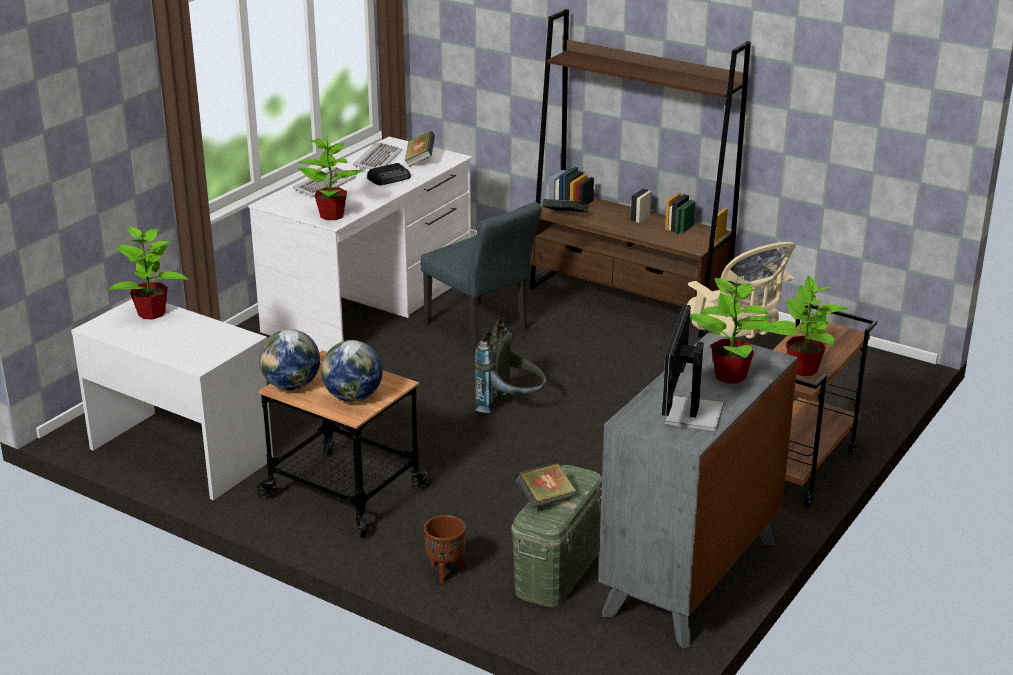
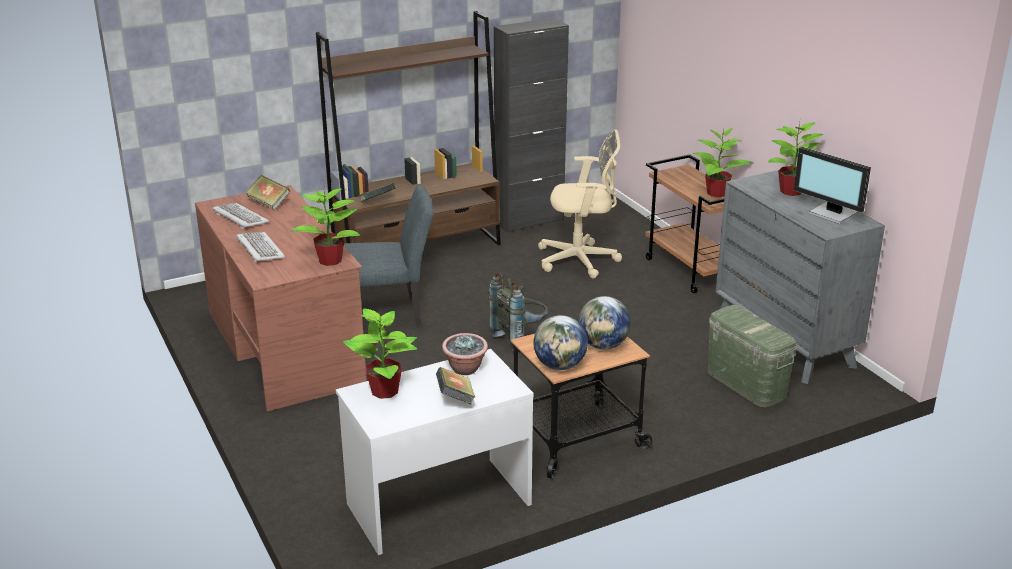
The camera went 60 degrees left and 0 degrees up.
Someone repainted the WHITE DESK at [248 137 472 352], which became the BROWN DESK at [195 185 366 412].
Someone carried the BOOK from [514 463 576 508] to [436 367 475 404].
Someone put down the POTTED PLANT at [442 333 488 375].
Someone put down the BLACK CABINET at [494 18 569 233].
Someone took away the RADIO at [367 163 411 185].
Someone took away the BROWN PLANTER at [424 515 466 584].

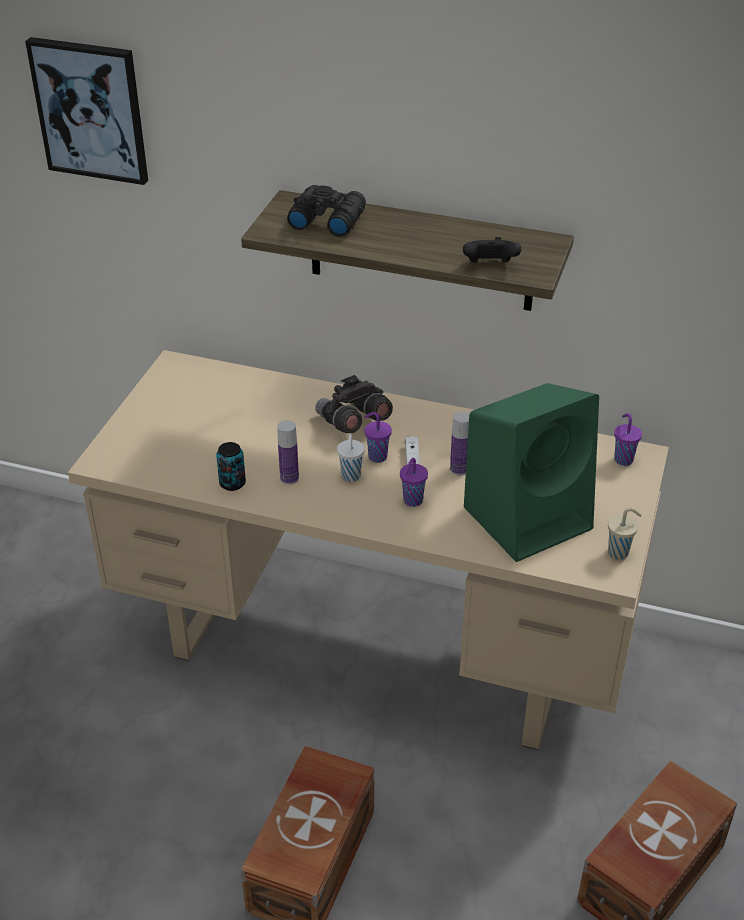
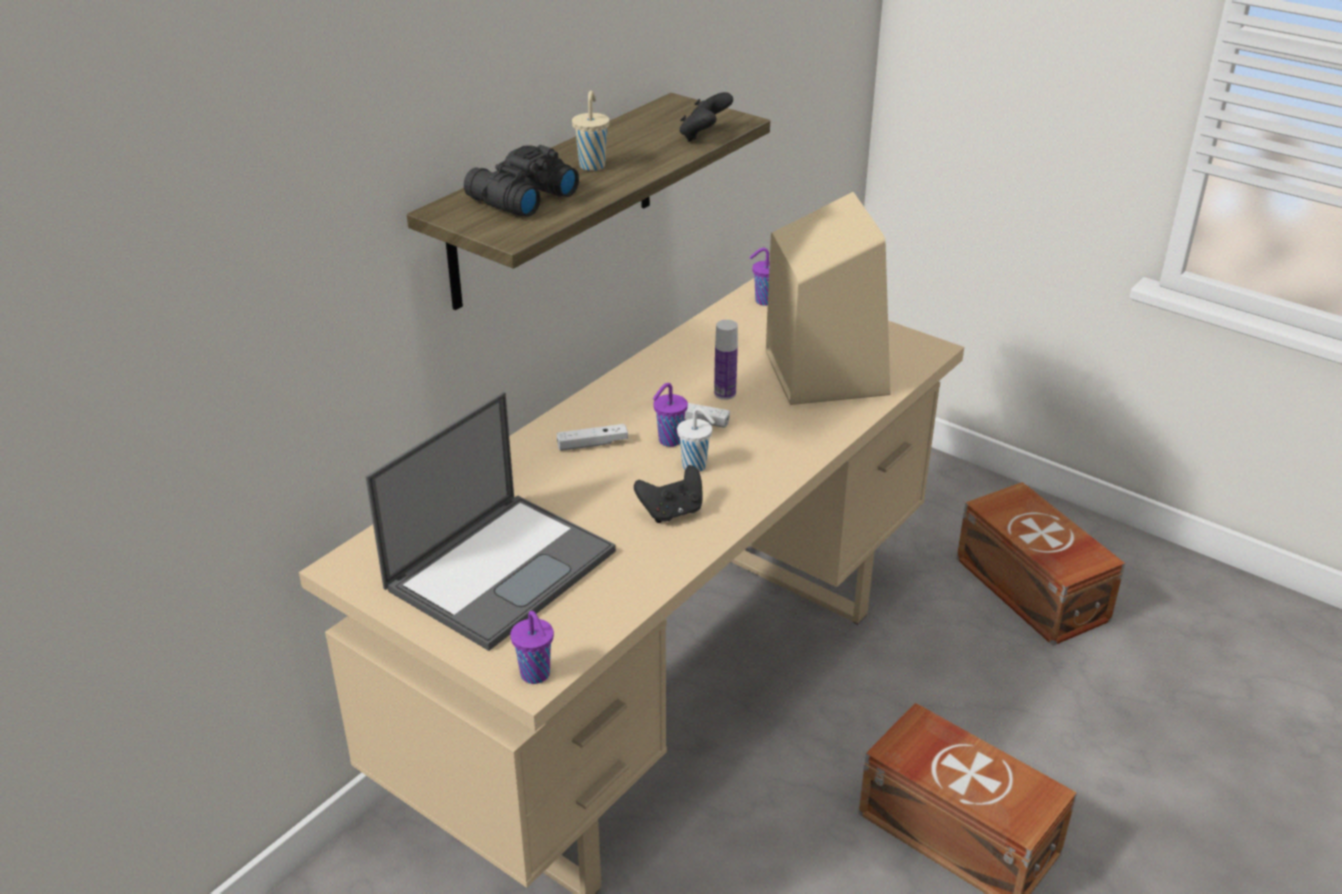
The camera went 70 degrees left and 5 degrees down.
Someone put down the LAPTOP at [365 392 616 651].
Someone carried the PURPLE CUP from [400 458 428 507] to [510 611 554 684].
Someone swapped the GREY BINOCULARS at [315 375 393 433] for the WHITE GAME CONTROLLER at [557 424 628 451].
Someone carried the BEIGE CUP from [608 508 642 560] to [572 91 609 171].
Someone swapped the BOTTLE at [277 420 299 485] for the BLACK GAME CONTROLLER at [634 465 702 523].
Someone repainted the GREEN SPEAKER at [464 383 599 562], which became the BEIGE SPEAKER at [766 192 890 405].
Someone took away the PICTURE at [25 37 148 185].
Someone took away the CAN at [216 442 246 491].

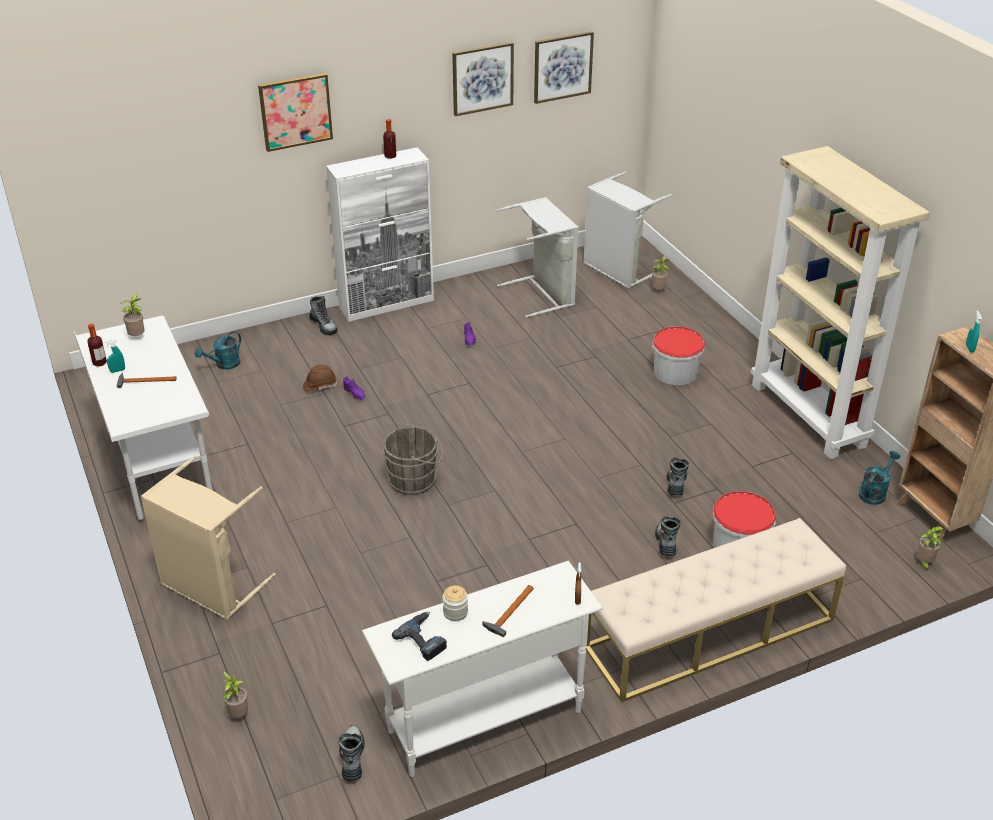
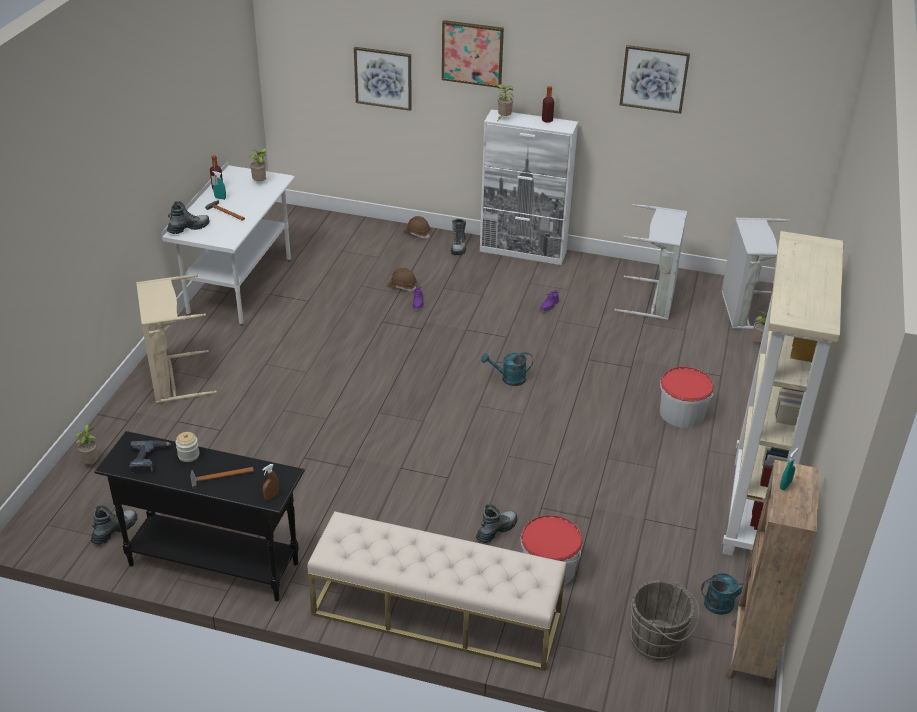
The camera went 40 degrees right and 0 degrees up.
Someone repainted the WHITE CONSOLE TABLE at [362 561 603 777], which became the BLACK CONSOLE TABLE at [94 431 305 601].
Someone carried the BOOT from [667 457 689 495] to [167 201 210 234].
Someone carried the PICTURE from [534 31 594 104] to [354 47 412 111].
Someone put down the BROWN HARD HAT at [404 216 431 239].
Someone carried the TURQUOISE WATERING CAN from [195 331 241 370] to [481 352 533 386].
Someone carried the POTTED PLANT from [917 526 943 571] to [497 84 513 120].
Someone carried the GREY BUCKET from [383 424 443 495] to [630 580 700 661].

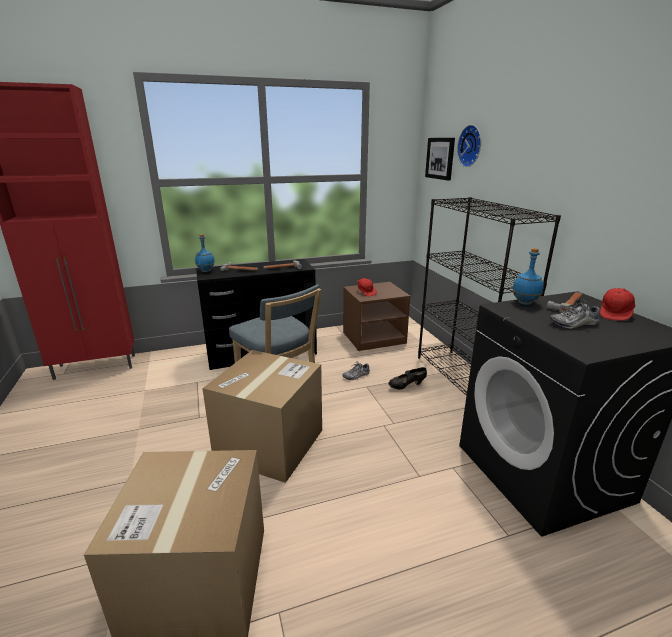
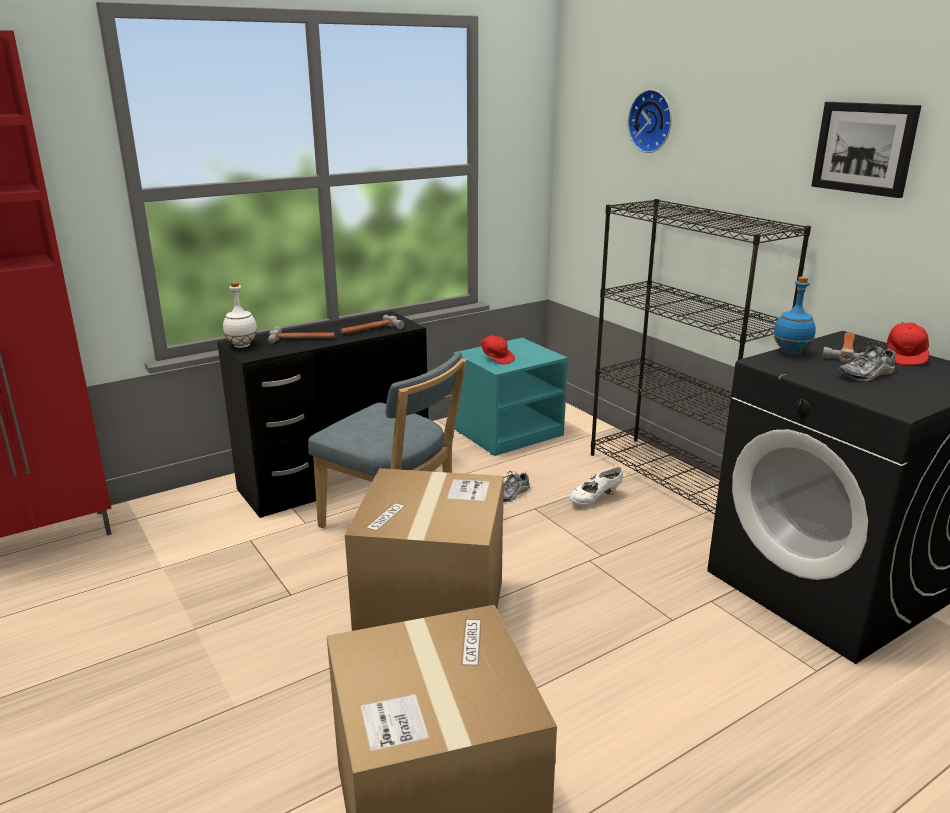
The camera went 15 degrees left and 0 degrees up.
Someone repainted the BLUE BOTTLE at [195 234 215 272], which became the WHITE BOTTLE at [223 282 257 348].
Someone repainted the BROWN NIGHTSTAND at [343 282 410 351], which became the TURQUOISE NIGHTSTAND at [453 338 568 456].
Someone repainted the BLACK SHOE at [389 367 427 389], which became the WHITE SHOE at [569 466 623 505].
Someone carried the PICTURE from [425 138 455 181] to [811 102 921 198].

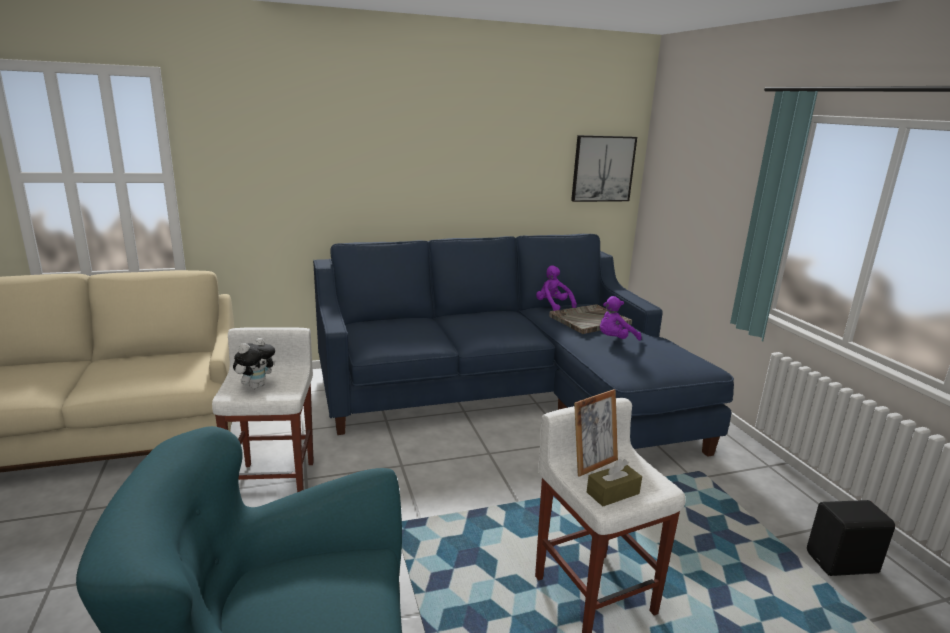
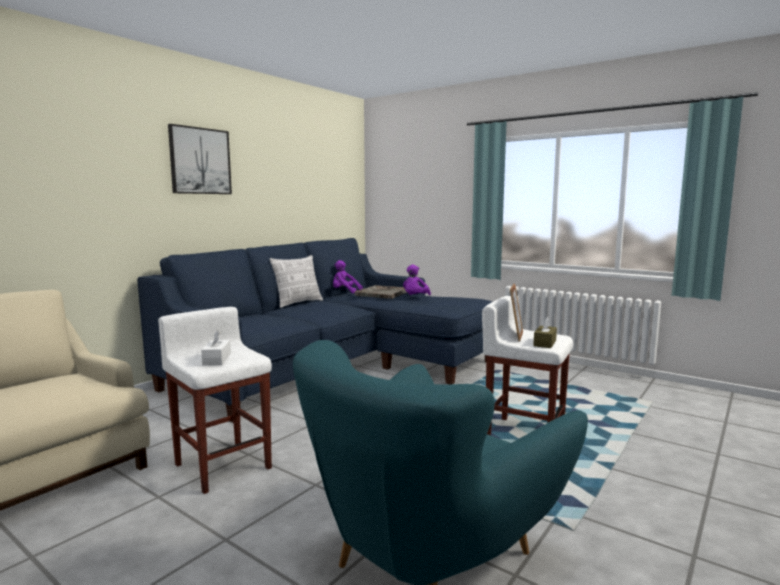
The camera went 35 degrees left and 10 degrees down.
Someone carried the PICTURE from [571 135 637 202] to [168 124 232 194].
Someone swapped the PLUSH TOY at [233 338 276 389] for the WHITE TISSUE BOX at [201 330 231 365].
Someone put down the PILLOW at [270 255 323 308].
Someone took away the BLACK SPEAKER at [807 500 895 576].

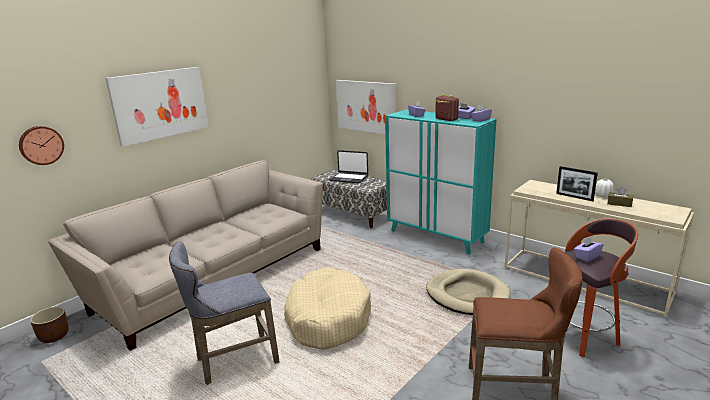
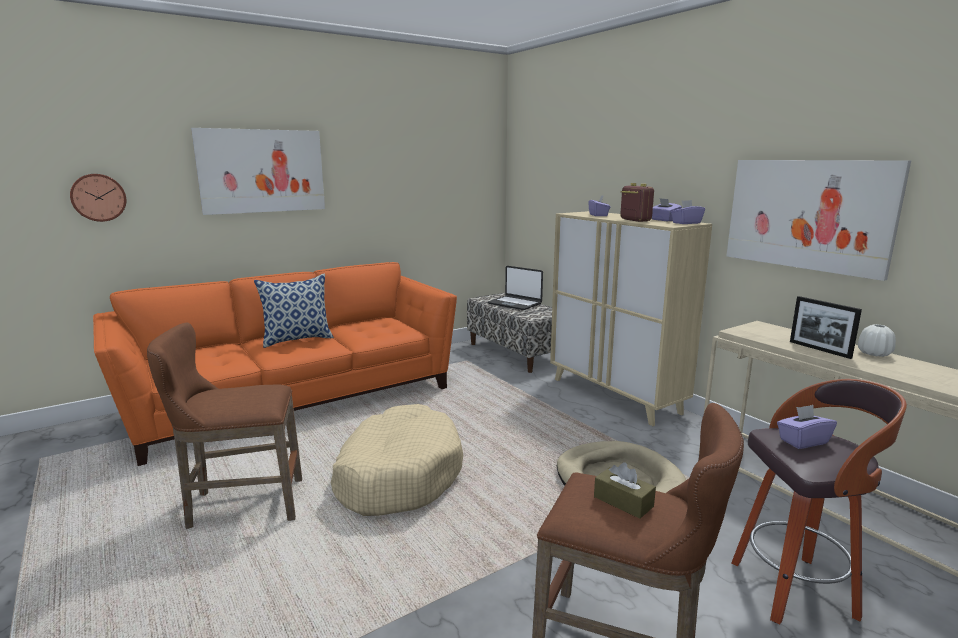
The camera went 15 degrees right and 5 degrees down.
Someone repainted the BEIGE SOFA at [48 160 323 351], which became the ORANGE SOFA at [93 262 457 466].
Someone repainted the GREY STOOL at [169 241 280 385], which became the BROWN STOOL at [147 323 302 529].
Someone put down the PILLOW at [254 273 334 348].
Someone repainted the TURQUOISE CABINET at [385 110 496 254], which became the BEIGE CABINET at [550 211 712 426].
Someone carried the BROWN TISSUE BOX from [607 187 633 207] to [594 462 656 519].
Someone carried the PICTURE from [336 80 396 134] to [726 160 911 281].
Someone took away the BROWN PLANTER at [30 307 69 343].

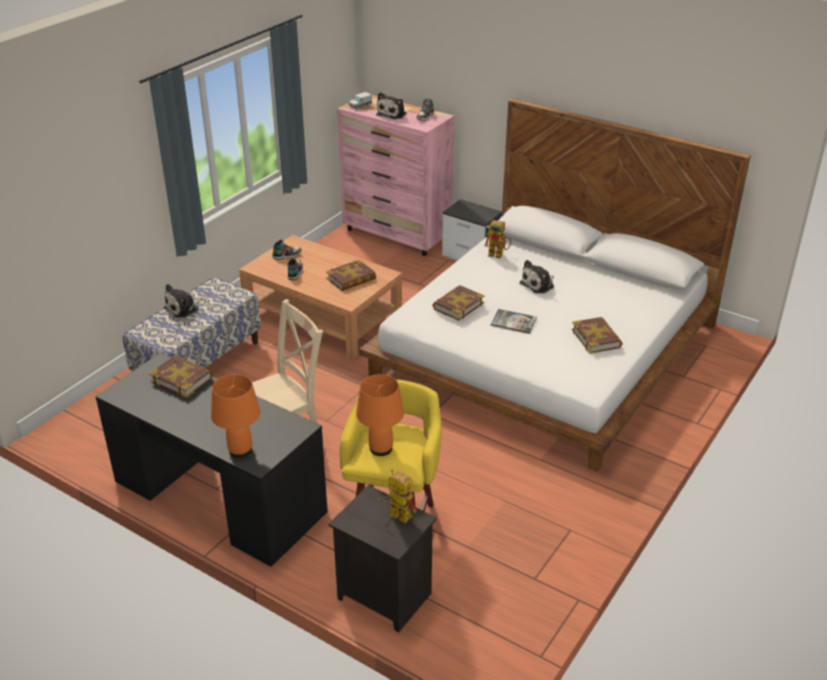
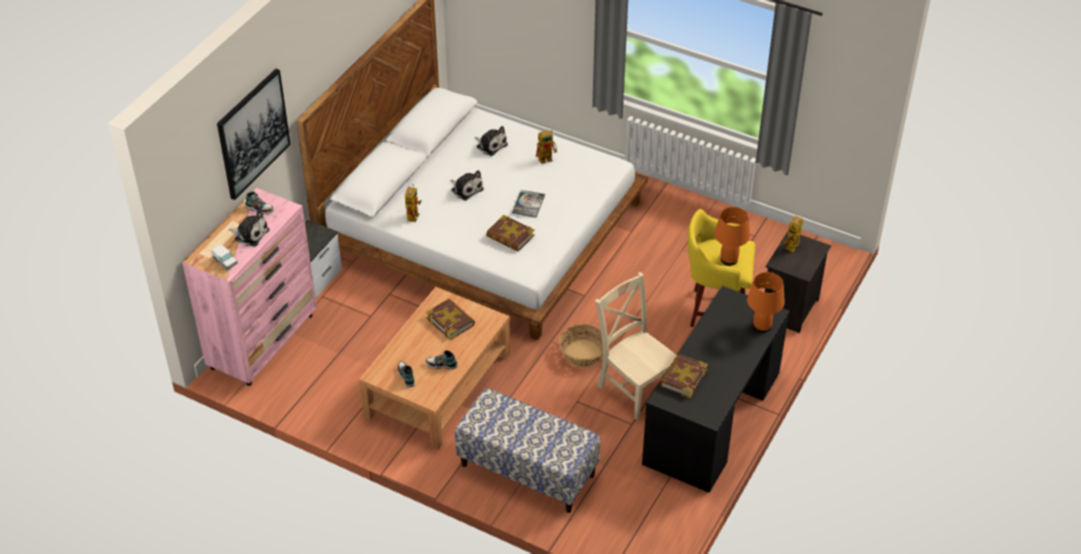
The camera went 95 degrees left and 10 degrees up.
Someone put up the PICTURE at [217 69 291 200].
Someone carried the PLUSH TOY from [164 284 202 318] to [474 126 508 156].
Someone swapped the BOOK at [572 317 622 354] for the TOY ROBOT at [536 130 557 164].
Someone put down the BASKET at [559 324 603 367].

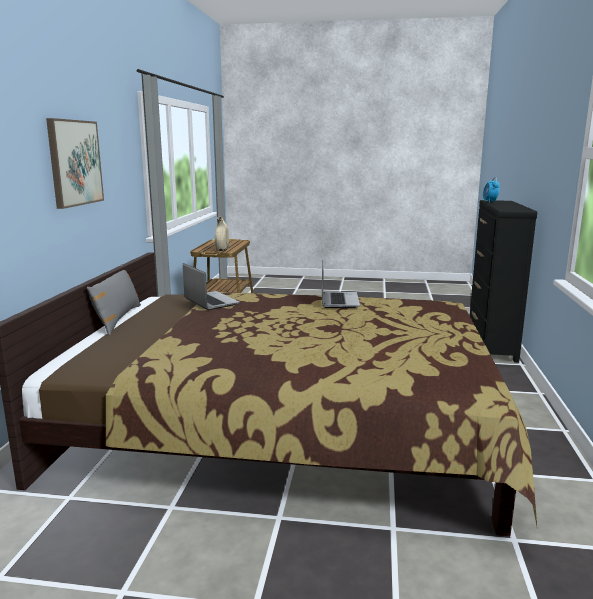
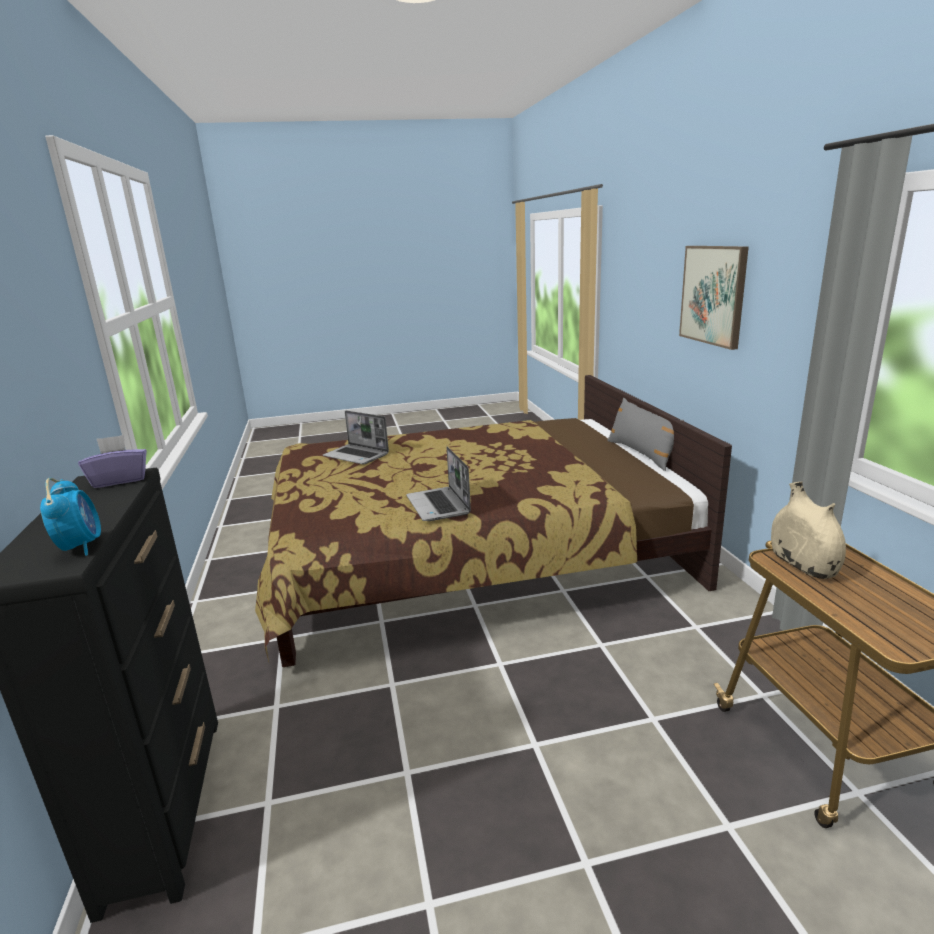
The camera went 160 degrees right and 5 degrees up.
Someone put down the PURPLE TISSUE BOX at [78 435 147 488].
Someone carried the LAPTOP from [183 263 240 310] to [323 410 389 464].

